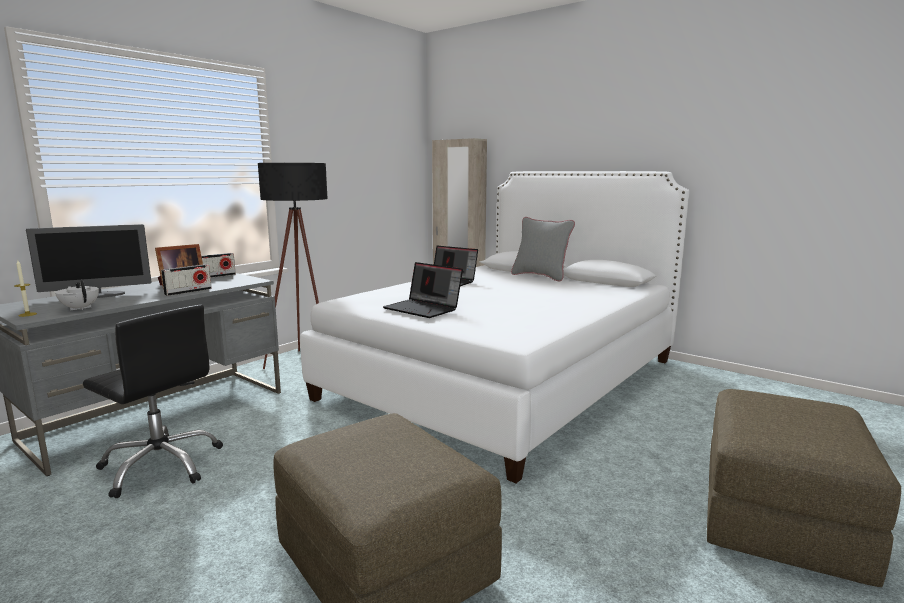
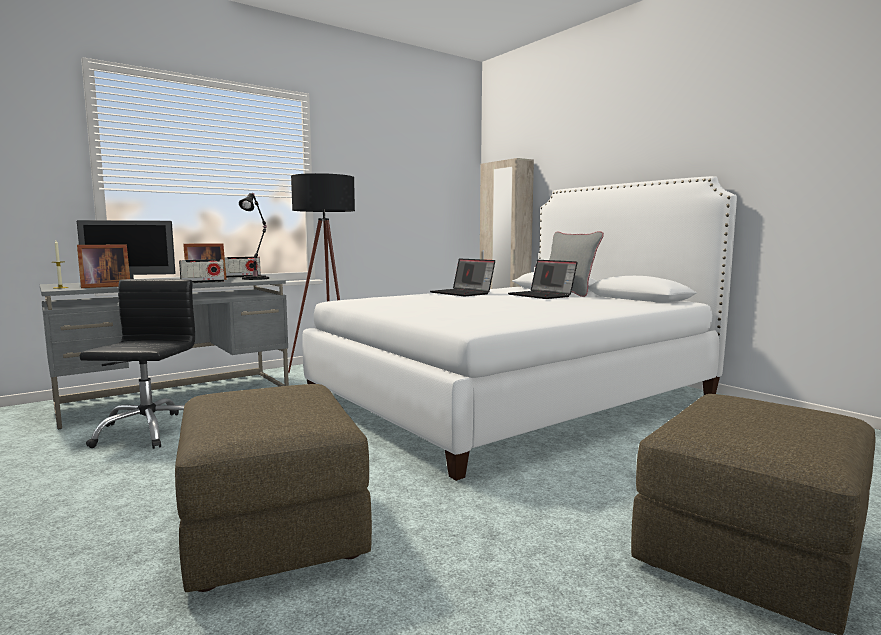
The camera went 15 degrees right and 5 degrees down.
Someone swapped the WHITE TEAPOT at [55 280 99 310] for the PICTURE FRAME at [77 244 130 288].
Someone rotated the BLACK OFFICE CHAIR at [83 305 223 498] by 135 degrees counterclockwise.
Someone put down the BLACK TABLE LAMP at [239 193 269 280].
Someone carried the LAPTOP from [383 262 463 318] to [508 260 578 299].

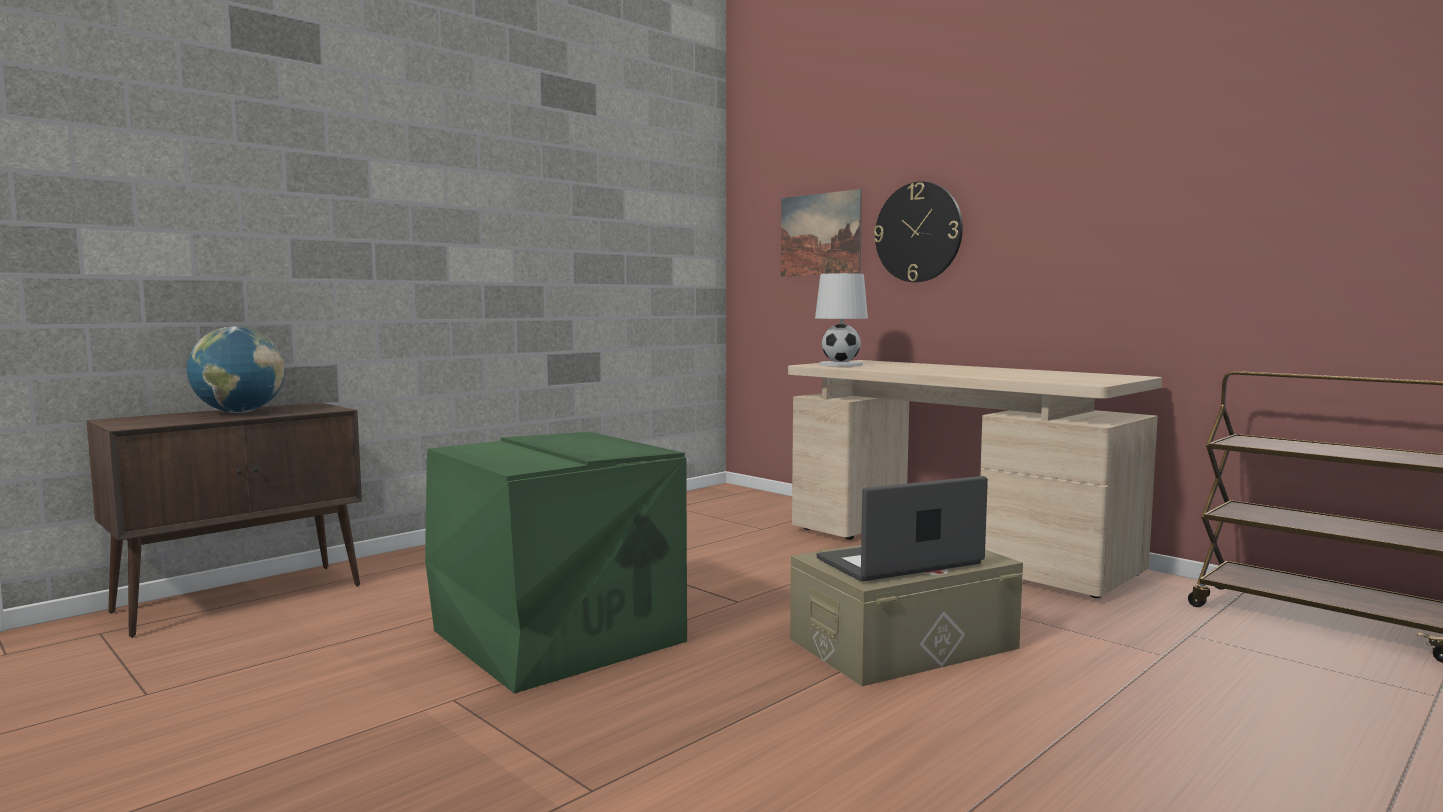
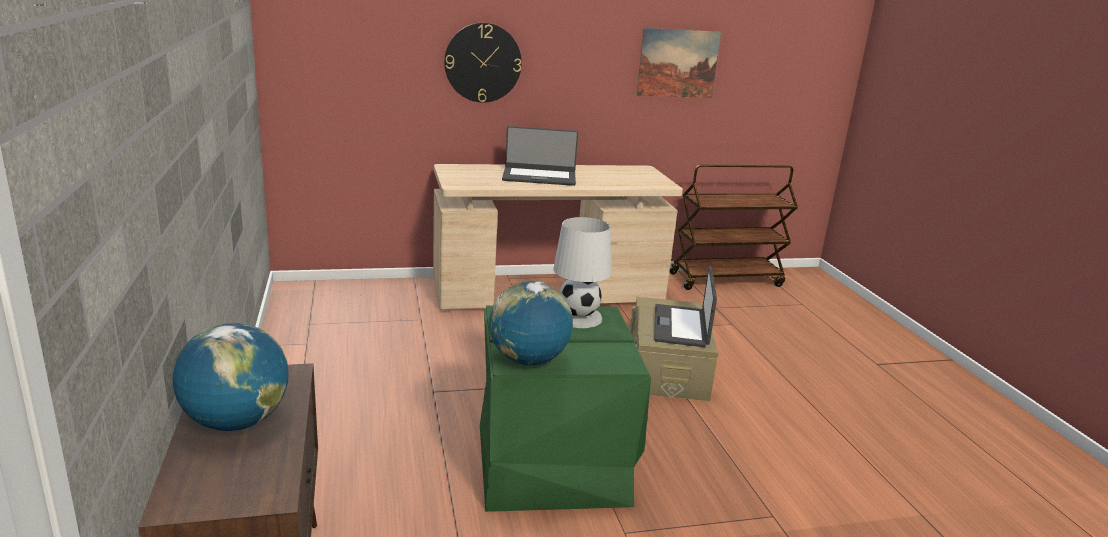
The camera went 60 degrees left and 15 degrees up.
Someone put down the GLOBE at [489 281 573 365].
Someone put down the LAPTOP at [502 126 578 186].
Someone carried the WHITE TABLE LAMP from [815 273 868 367] to [553 217 611 328].
Someone carried the PICTURE from [781 189 862 276] to [636 28 721 98].

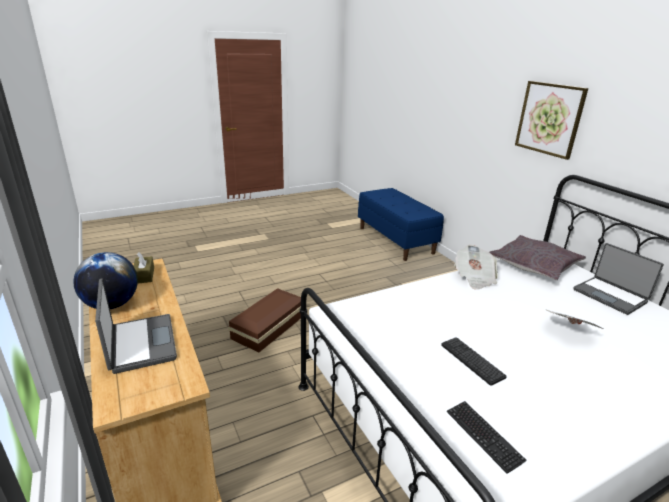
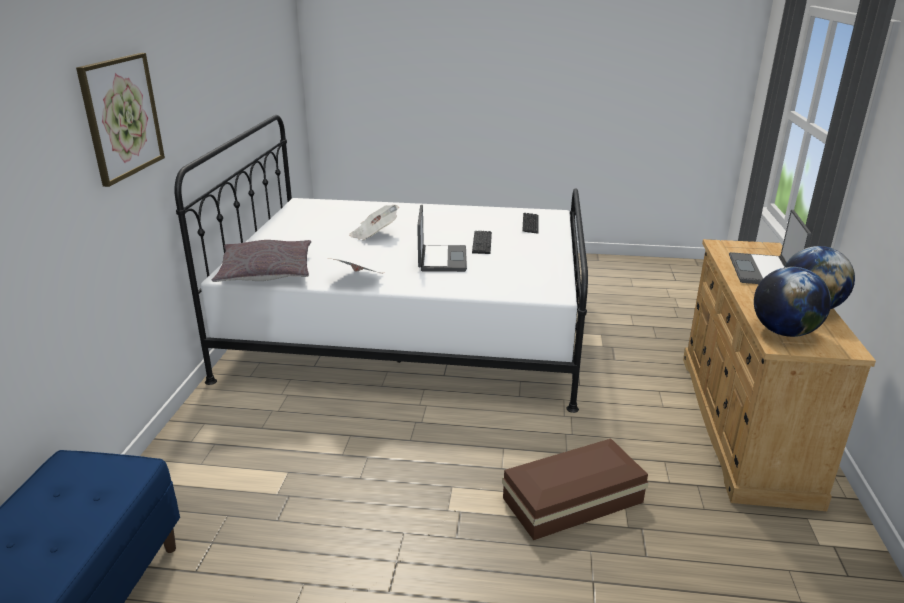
The camera went 145 degrees left and 0 degrees up.
Someone carried the LAPTOP from [573 243 664 315] to [417 205 467 272].
Someone swapped the BROWN TISSUE BOX at [134 252 154 283] for the GLOBE at [754 267 831 337].

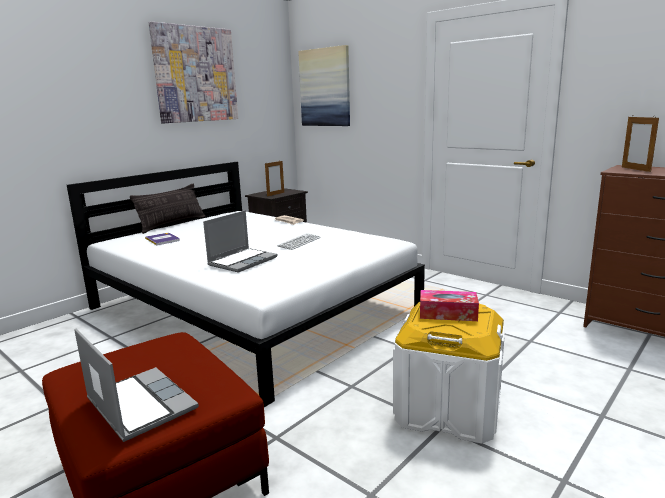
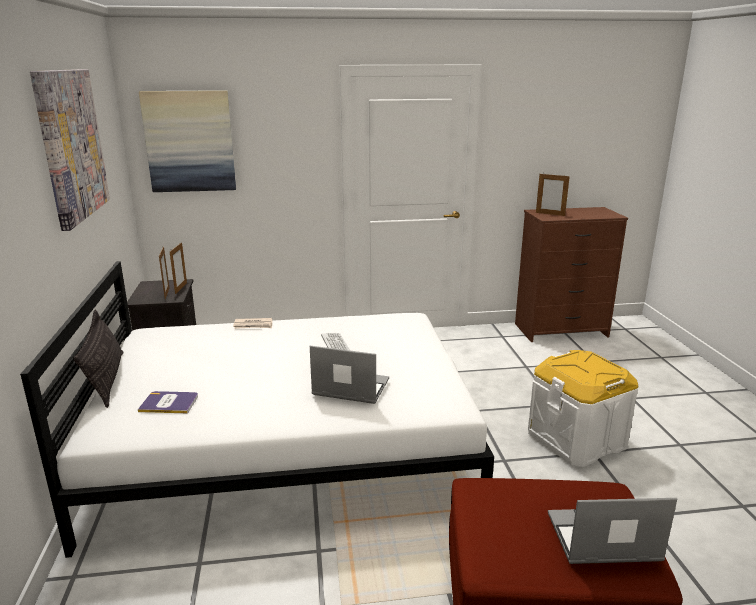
The camera went 50 degrees left and 5 degrees up.
Someone put down the PICTURE FRAME at [170 242 187 294].
Someone rotated the LAPTOP at [203 210 278 273] by 60 degrees counterclockwise.
Someone took away the TISSUE BOX at [420 290 479 321].

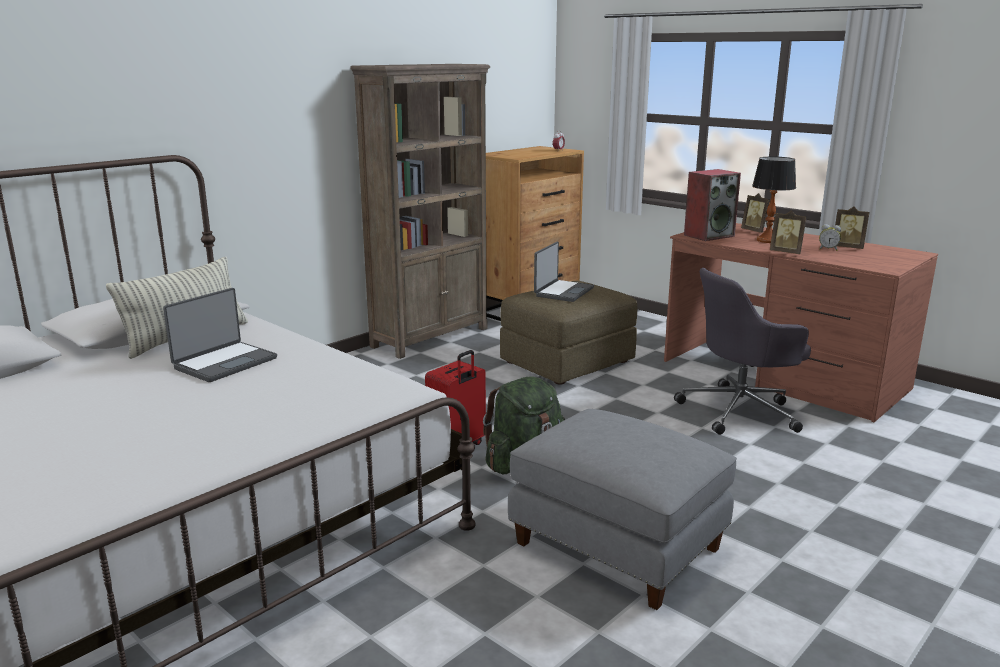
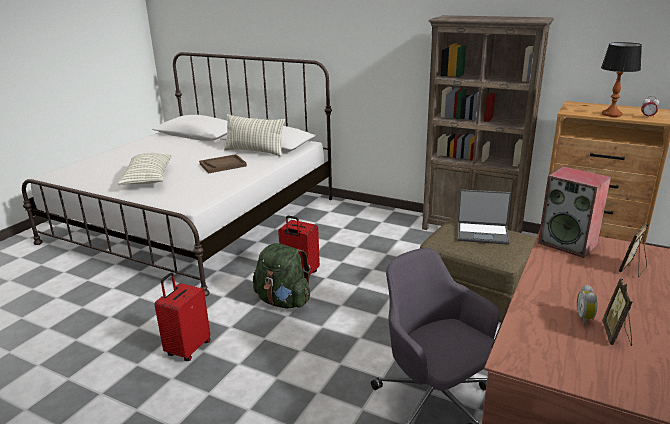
The camera went 75 degrees right and 5 degrees up.
Someone put down the PILLOW at [118 153 172 185].
Someone swapped the GREY OTTOMAN at [508 409 737 610] for the RED SUITCASE at [155 272 210 361].
Someone swapped the LAPTOP at [163 288 277 382] for the BROWN TRAY at [199 154 247 173].
Someone carried the TABLE LAMP from [752 157 796 243] to [601 42 642 117].
Someone took away the PICTURE FRAME at [770 210 807 254].

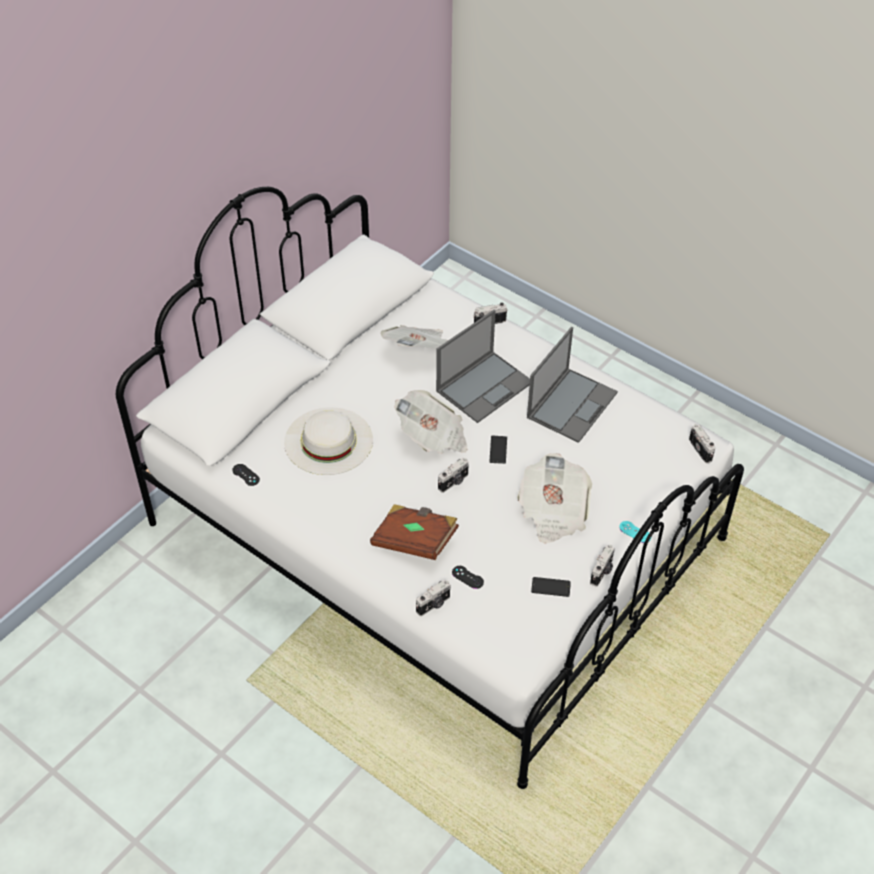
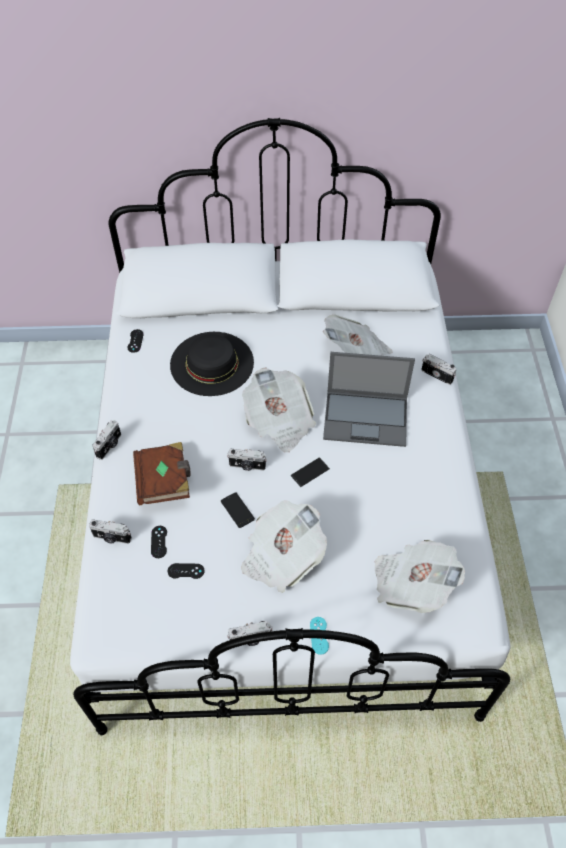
The camera went 50 degrees right and 5 degrees up.
Someone carried the PHOTO CAMERA from [689 424 715 463] to [92 420 121 460].
Someone put down the BLACK GAME CONTROLLER at [168 563 205 579].
Someone repainted the WHITE HAT at [284 407 373 475], which became the BLACK HAT at [170 332 254 396].
Someone carried the PHONE from [531 577 571 597] to [221 492 255 528].
Someone put down the NEWSPAPER at [375 540 465 613].
Someone took away the LAPTOP at [527 327 618 443].

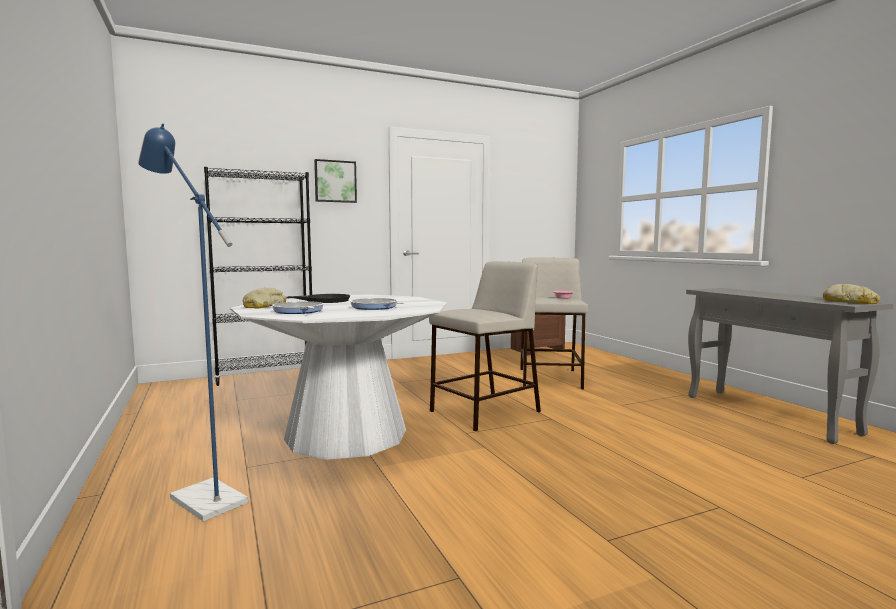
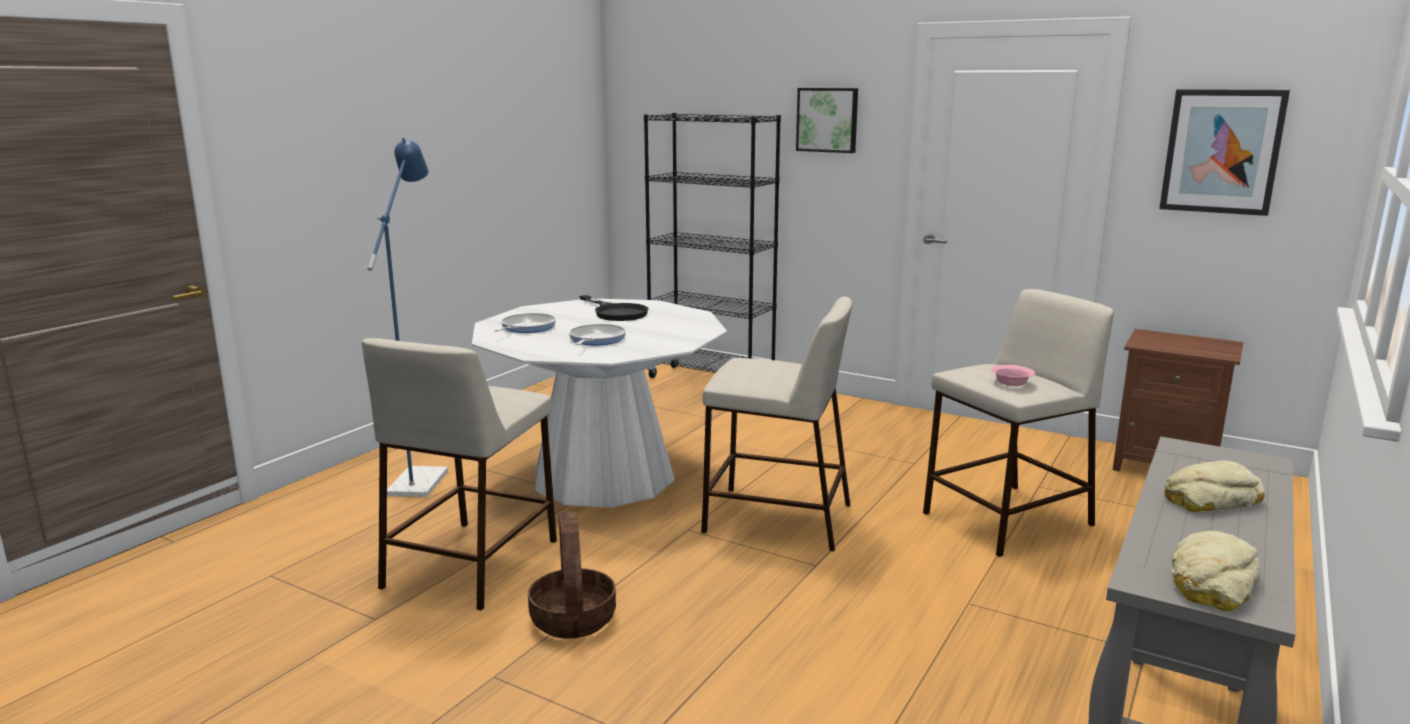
The camera went 55 degrees right and 10 degrees up.
Someone put down the BEIGE STOOL at [362 338 557 611].
Someone put down the BASKET at [528 512 616 639].
Someone put up the PICTURE at [1159 89 1290 216].
Someone carried the BREAD from [243 287 286 309] to [1164 461 1265 512].

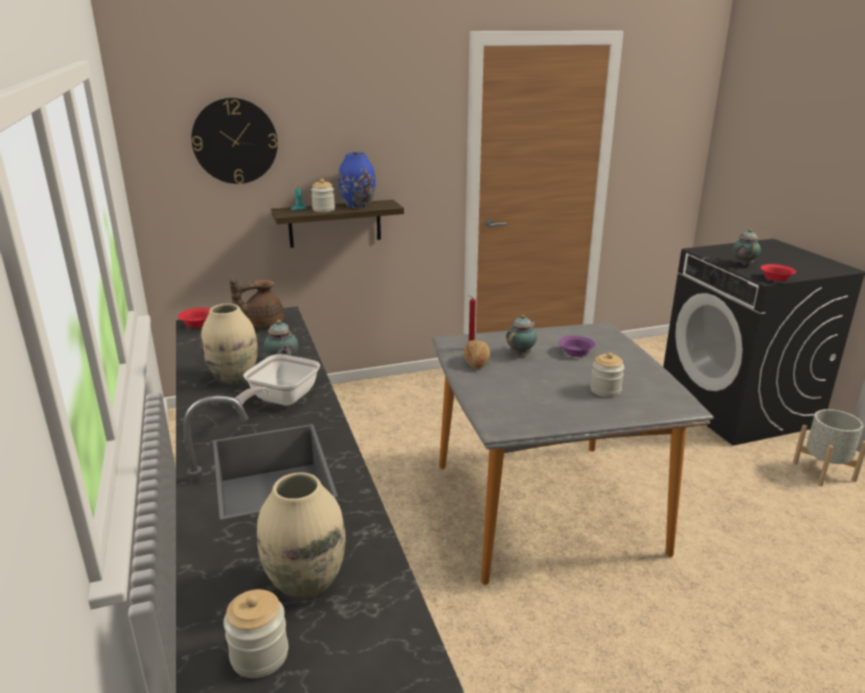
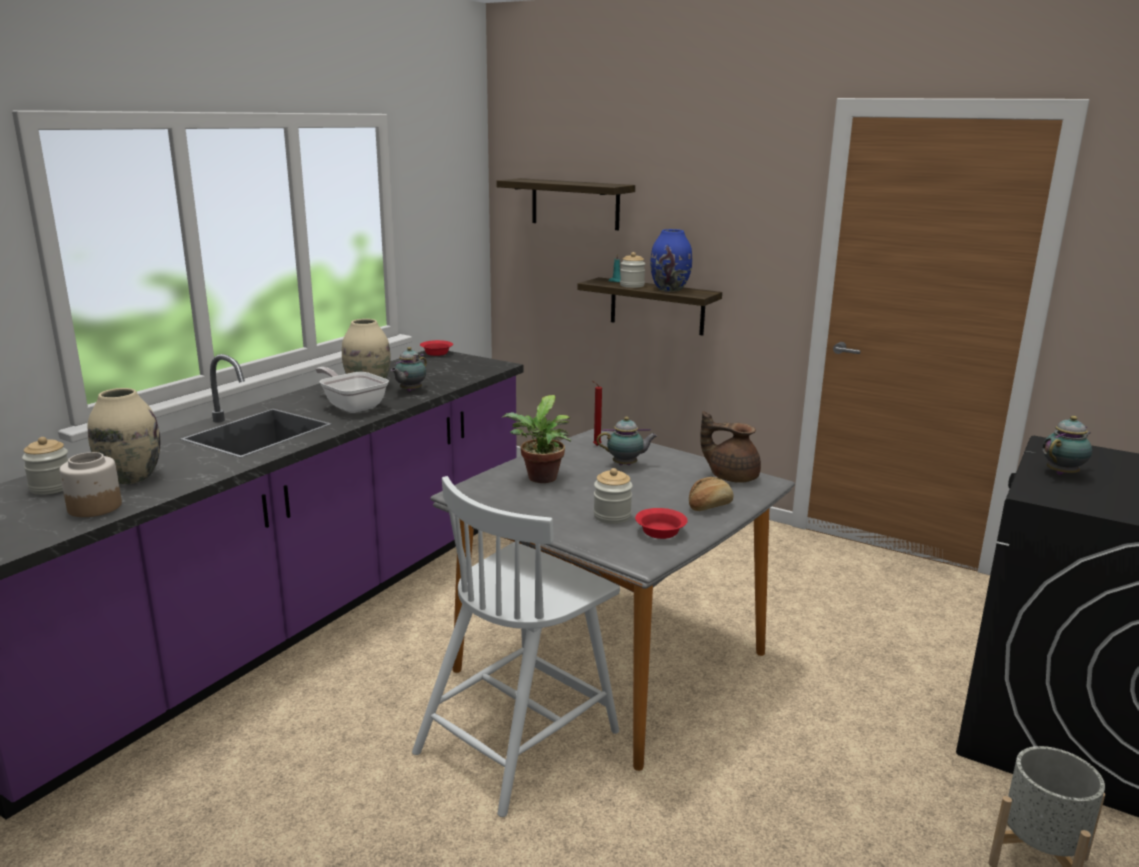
The camera went 50 degrees right and 5 degrees down.
Someone put down the JAR at [59 452 122 517].
Someone rotated the FRYING PAN at [232 354 320 409] by 60 degrees clockwise.
Someone put down the WHITE CHAIR at [412 476 620 817].
Someone swapped the WALL CLOCK at [191 98 278 184] for the SHELF at [496 178 635 230].
Someone put down the POTTED PLANT at [501 395 571 483].
Someone carried the RED BOWL from [760 264 796 281] to [635 508 688 539].
Someone carried the BREAD from [464 340 490 369] to [689 477 734 511].
Someone carried the BROWN TEAPOT from [230 279 284 328] to [701 411 761 483].
Someone took away the PURPLE BOWL at [559 336 595 357].

